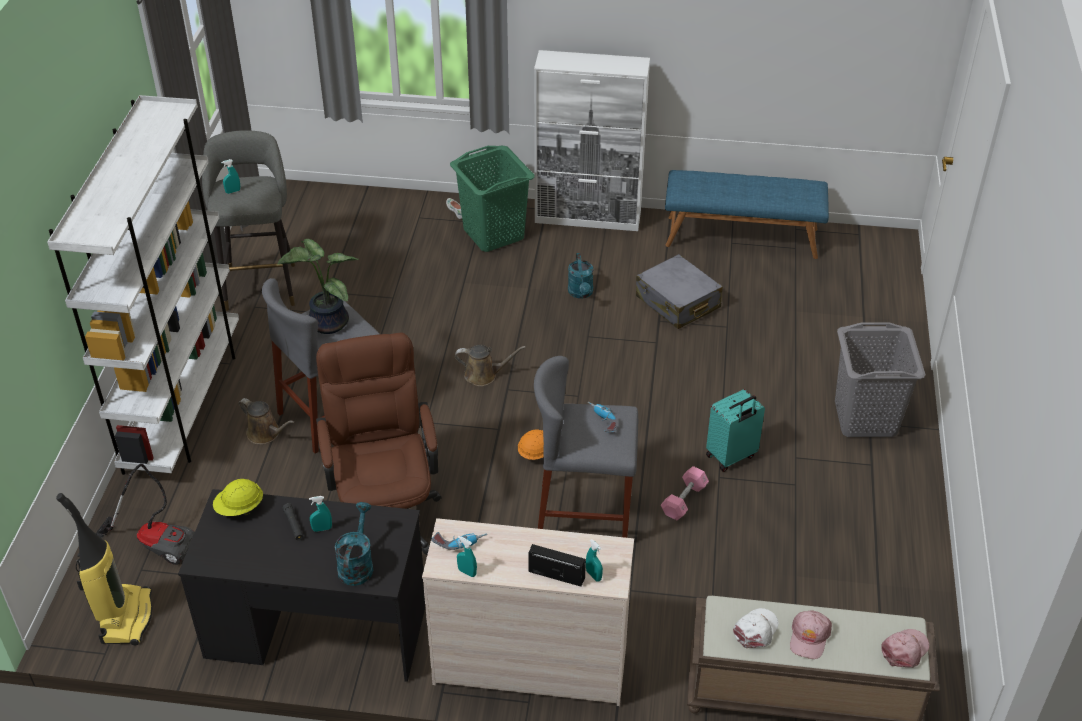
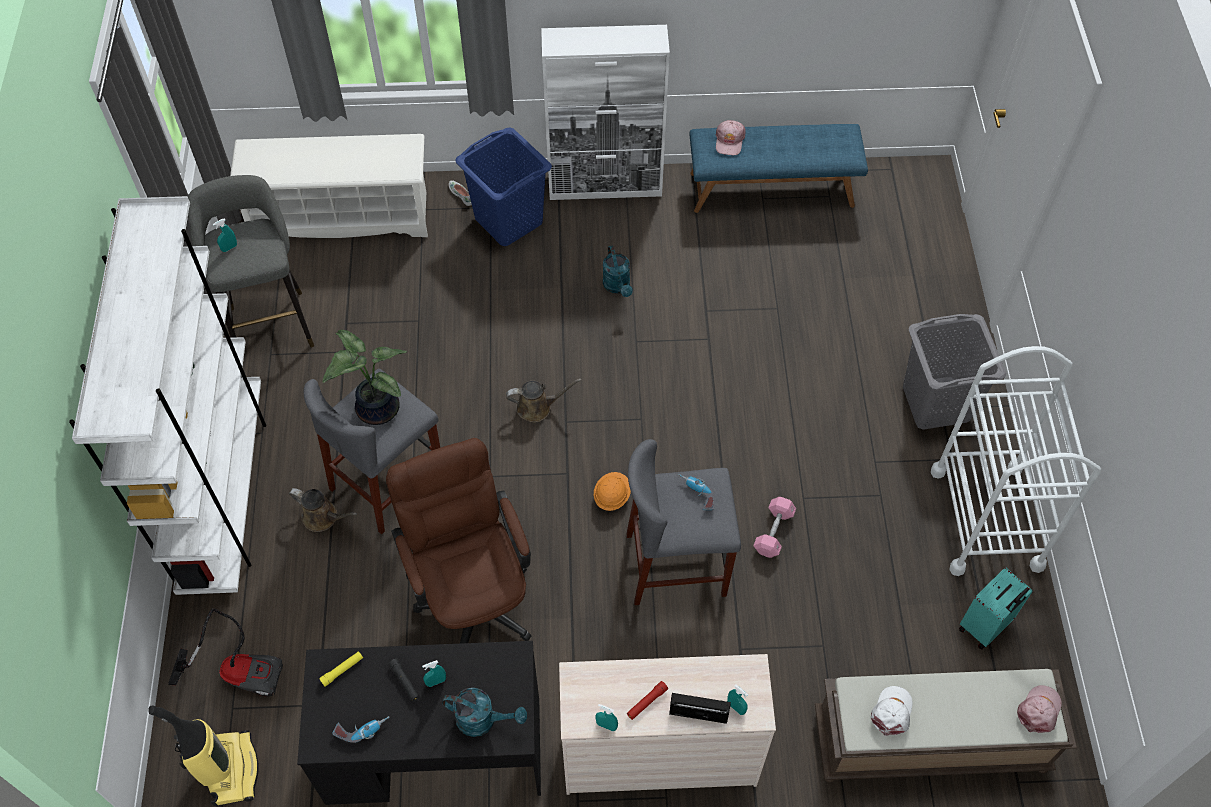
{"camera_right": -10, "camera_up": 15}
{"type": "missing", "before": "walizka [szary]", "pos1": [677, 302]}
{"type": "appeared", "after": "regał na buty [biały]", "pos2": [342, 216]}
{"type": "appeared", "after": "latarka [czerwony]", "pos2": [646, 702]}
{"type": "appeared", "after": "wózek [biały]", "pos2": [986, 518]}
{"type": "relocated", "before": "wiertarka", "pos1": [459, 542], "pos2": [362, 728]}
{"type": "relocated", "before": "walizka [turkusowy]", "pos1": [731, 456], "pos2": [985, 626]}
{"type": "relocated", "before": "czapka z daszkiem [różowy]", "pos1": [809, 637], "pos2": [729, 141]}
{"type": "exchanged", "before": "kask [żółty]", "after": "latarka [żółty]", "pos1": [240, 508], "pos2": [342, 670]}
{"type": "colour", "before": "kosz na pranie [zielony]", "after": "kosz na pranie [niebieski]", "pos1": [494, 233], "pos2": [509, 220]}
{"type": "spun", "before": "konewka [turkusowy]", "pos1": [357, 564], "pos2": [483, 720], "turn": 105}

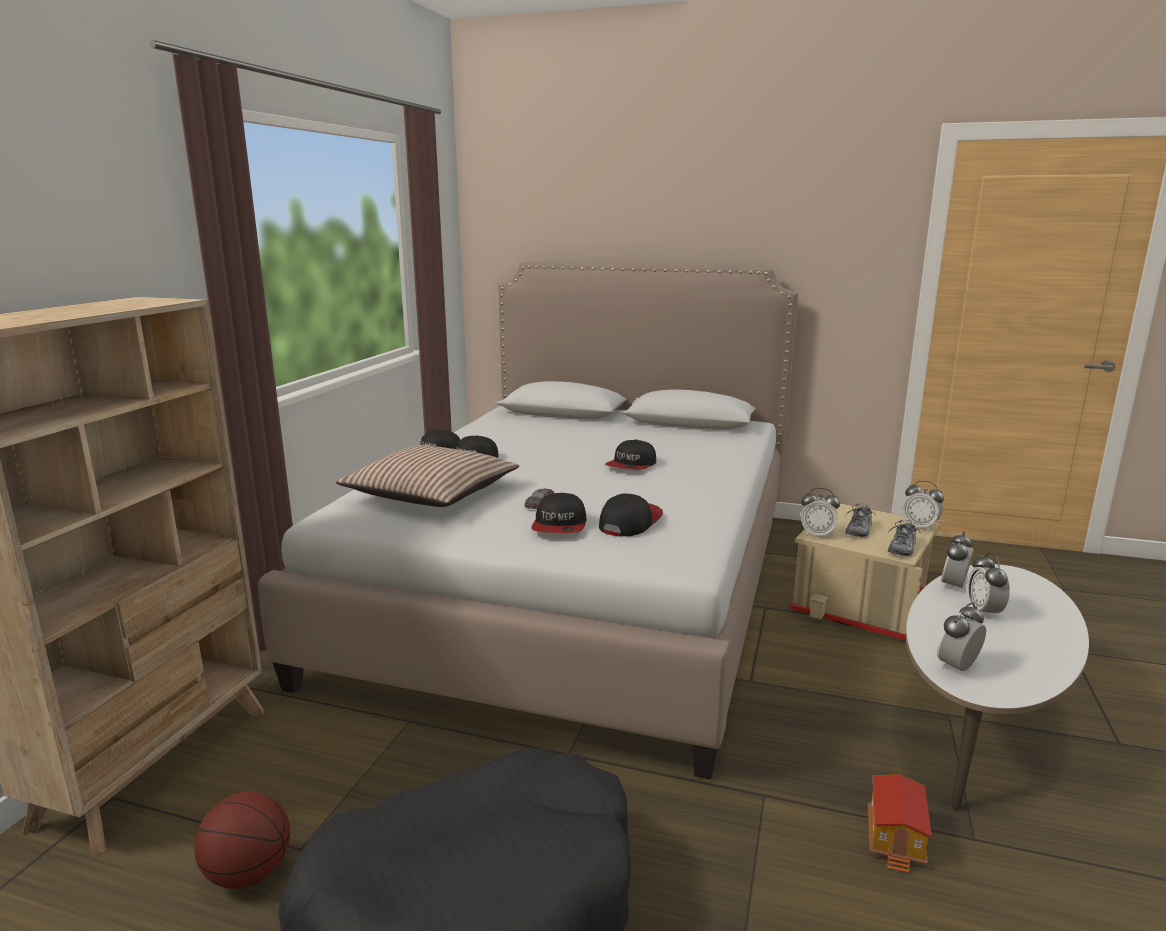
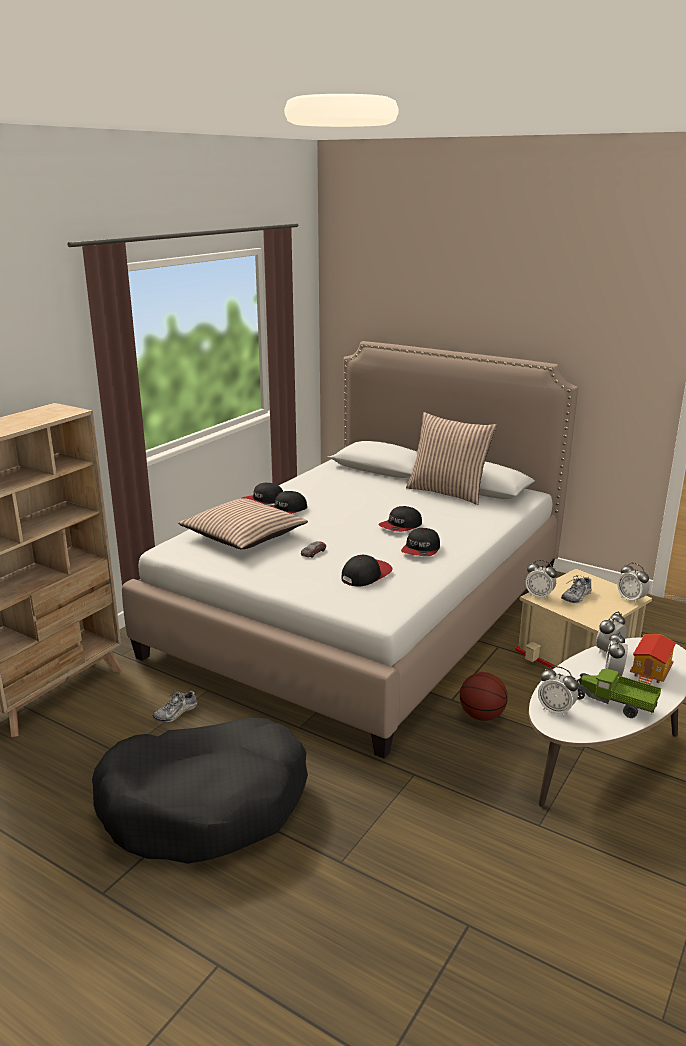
{"camera_right": 15, "camera_up": 5}
{"type": "appeared", "after": "poduszka", "pos2": [448, 492]}
{"type": "appeared", "after": "ciężarówka zabawkowa", "pos2": [613, 703]}
{"type": "relocated", "before": "piłka do koszykówki", "pos1": [249, 873], "pos2": [482, 716]}
{"type": "relocated", "before": "czapka z daszkiem", "pos1": [560, 525], "pos2": [421, 550]}
{"type": "relocated", "before": "domek", "pos1": [896, 840], "pos2": [651, 671]}
{"type": "relocated", "before": "but", "pos1": [902, 548], "pos2": [176, 713]}
{"type": "spun", "before": "budzik", "pos1": [957, 667], "pos2": [555, 710], "turn": -120}

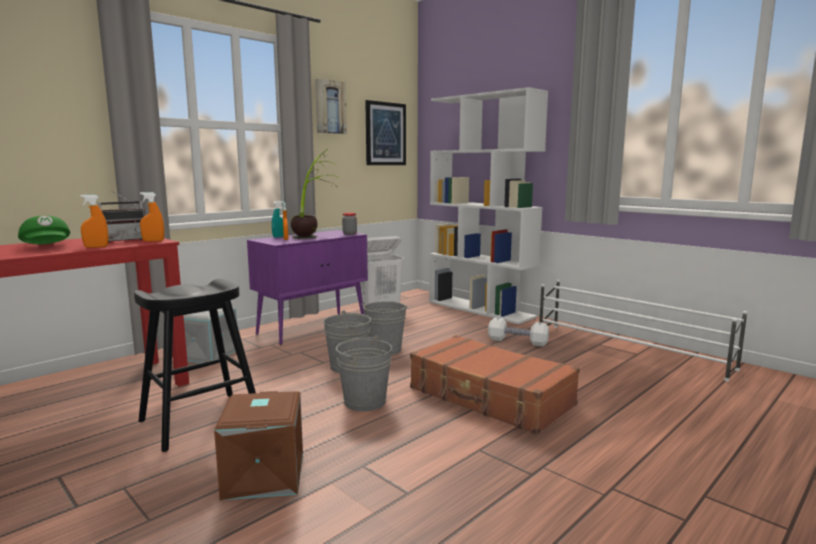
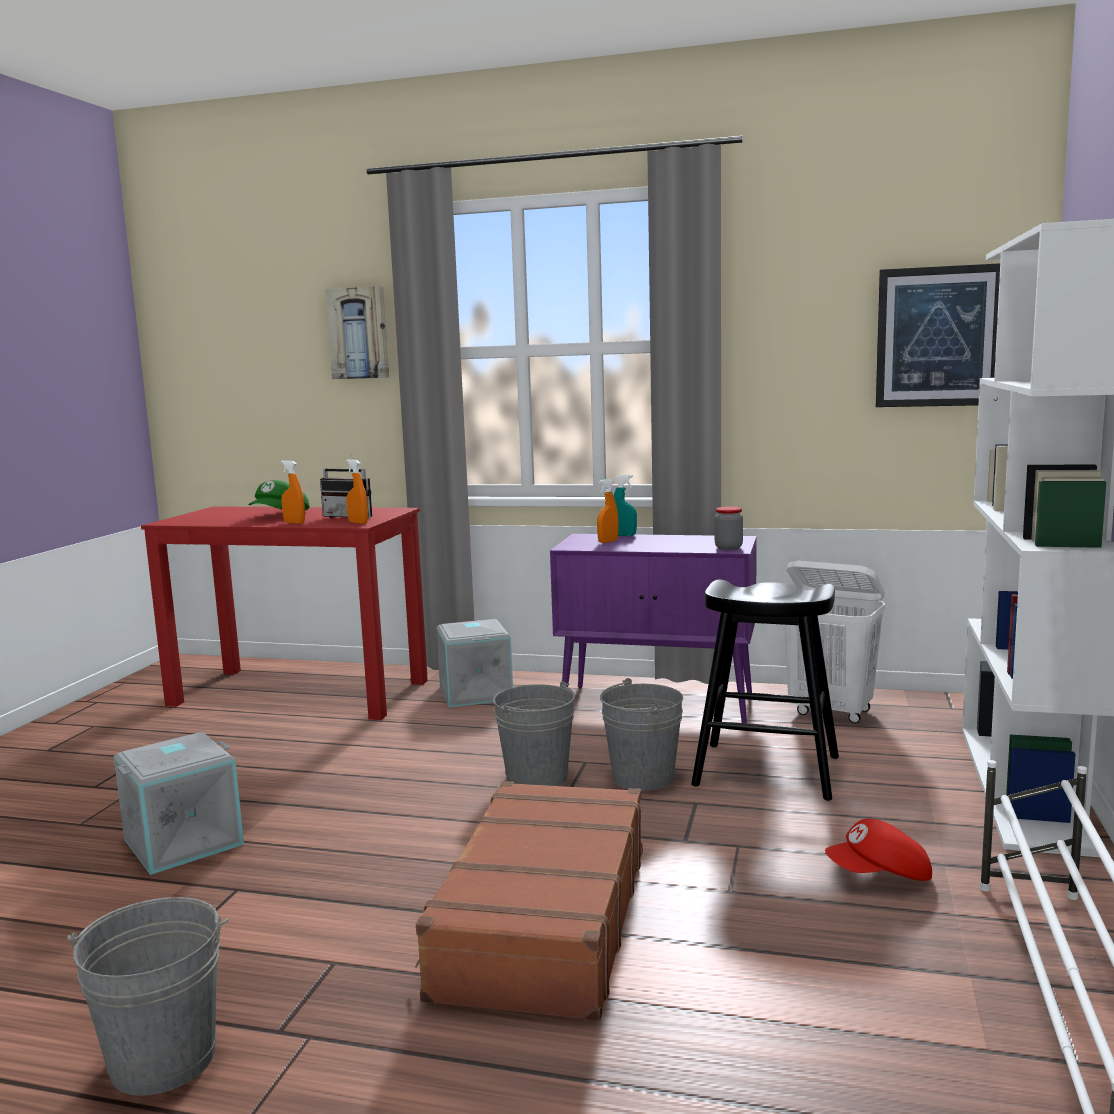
{"camera_right": 60, "camera_up": 0}
{"type": "missing", "before": "roślina doniczkowa", "pos1": [314, 235]}
{"type": "relocated", "before": "stołek [czarny]", "pos1": [201, 420], "pos2": [767, 771]}
{"type": "relocated", "before": "obraz", "pos1": [329, 107], "pos2": [359, 333]}
{"type": "relocated", "before": "wiadro [szary]", "pos1": [365, 401], "pos2": [163, 1059]}
{"type": "exchanged", "before": "hantel [biały]", "after": "czapka z daszkiem [czerwony]", "pos1": [517, 341], "pos2": [880, 876]}
{"type": "colour", "before": "pojemnik do przechowywania [brązowy]", "after": "pojemnik do przechowywania [szary]", "pos1": [262, 475], "pos2": [183, 841]}

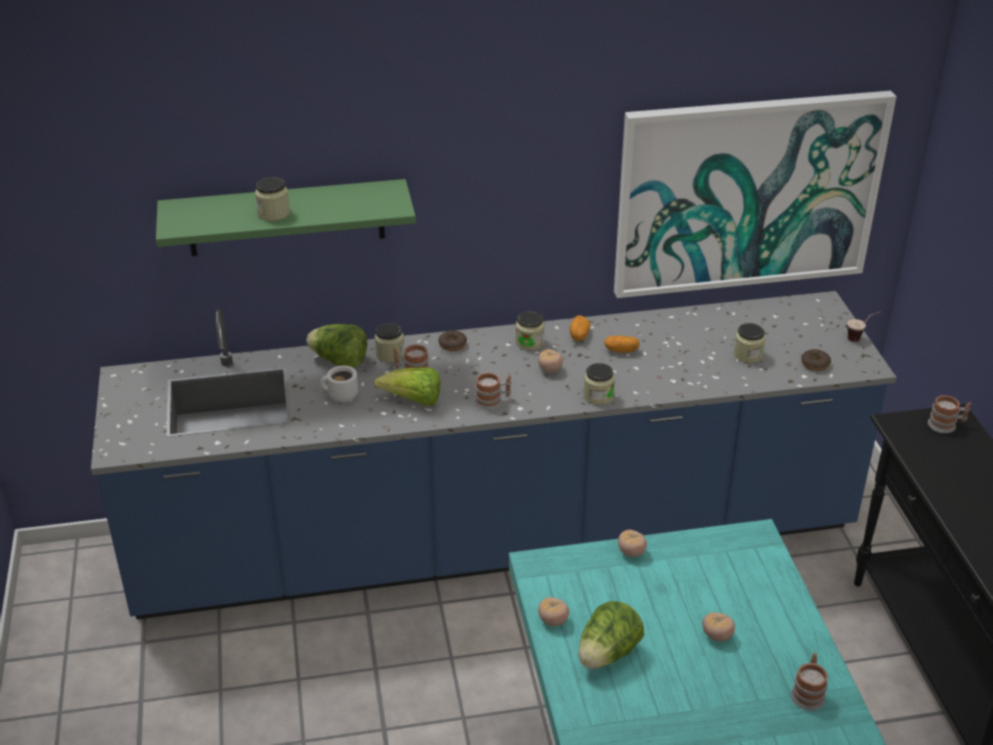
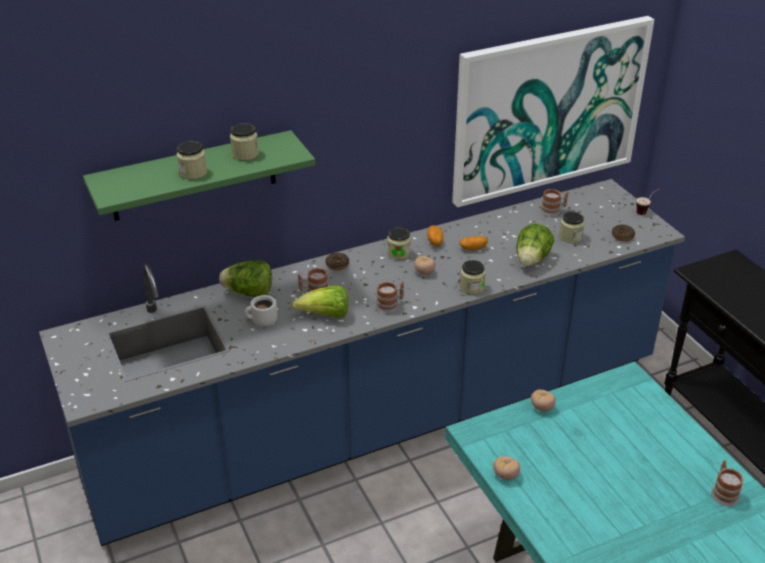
{"camera_right": -15, "camera_up": 0}
{"type": "missing", "before": "pomidor", "pos1": [717, 635]}
{"type": "relocated", "before": "słoik", "pos1": [390, 355], "pos2": [245, 154]}
{"type": "relocated", "before": "sałata", "pos1": [607, 654], "pos2": [532, 260]}
{"type": "relocated", "before": "kubek", "pos1": [946, 425], "pos2": [553, 211]}

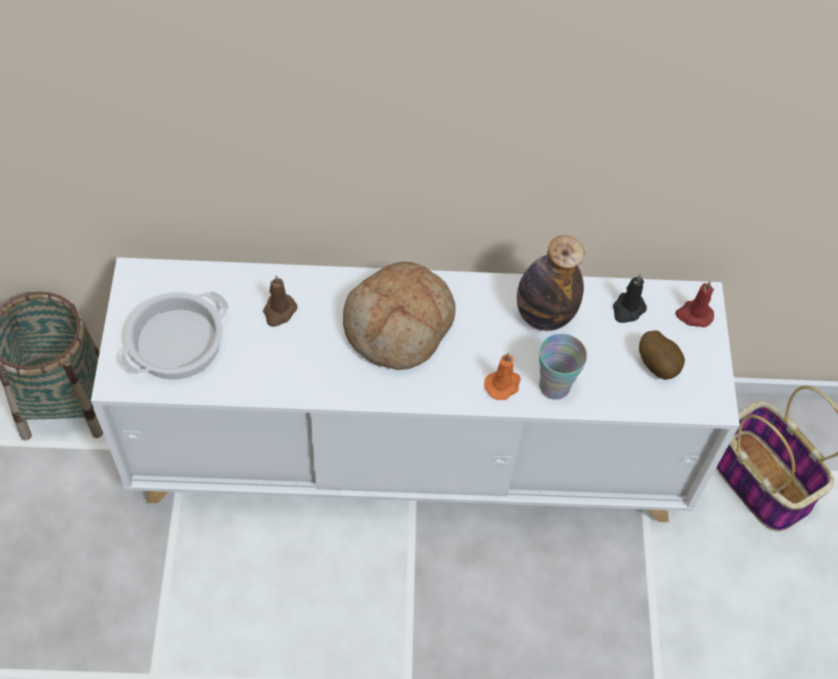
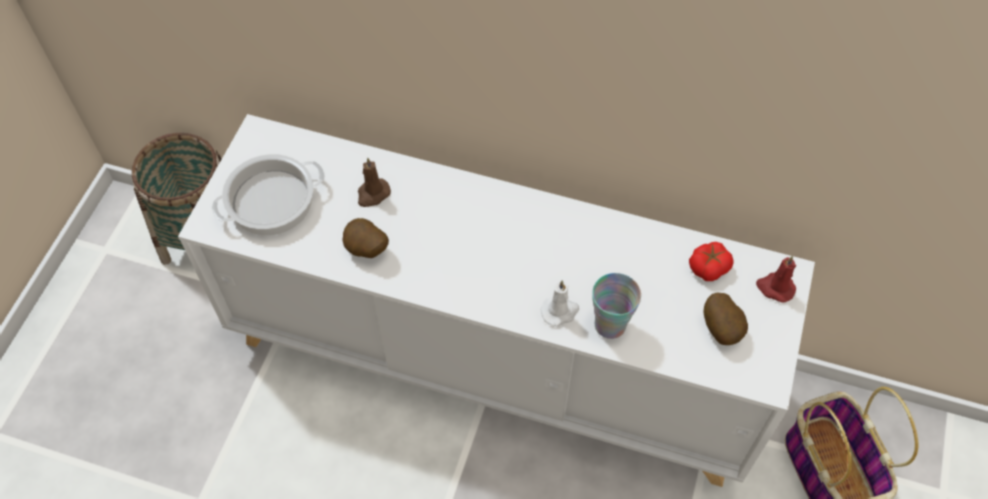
{"camera_right": 20, "camera_up": 0}
{"type": "missing", "before": "chleb", "pos1": [399, 325]}
{"type": "missing", "before": "butelka", "pos1": [544, 314]}
{"type": "appeared", "after": "ziemniak", "pos2": [366, 250]}
{"type": "exchanged", "before": "świeca [czarny]", "after": "pomidor", "pos1": [627, 309], "pos2": [708, 267]}
{"type": "colour", "before": "świeca [pomarańczowy]", "after": "świeca [biały]", "pos1": [503, 384], "pos2": [560, 311]}

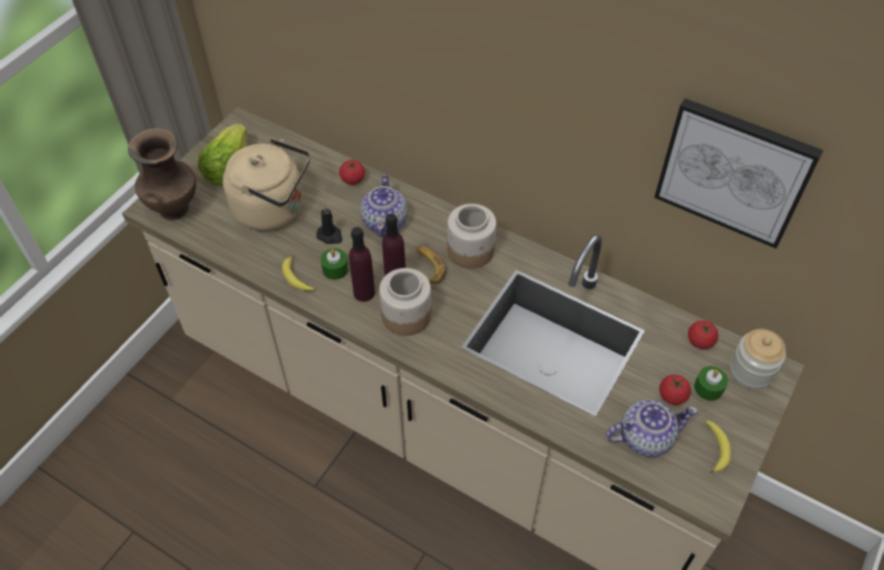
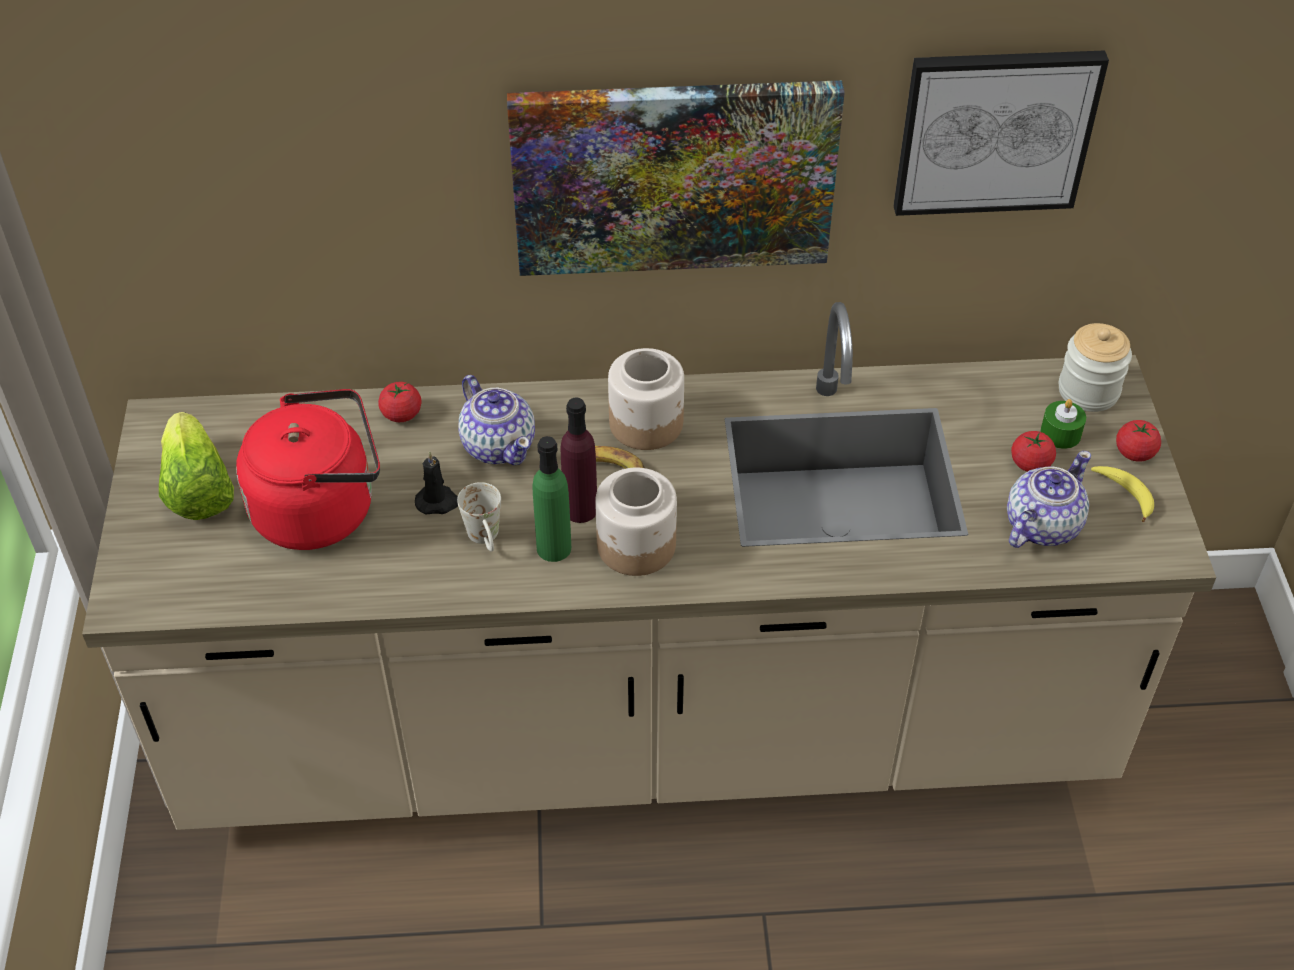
{"camera_right": -35, "camera_up": -5}
{"type": "missing", "before": "wazon [brązowy]", "pos1": [174, 208]}
{"type": "missing", "before": "banan", "pos1": [296, 278]}
{"type": "appeared", "after": "obraz", "pos2": [673, 175]}
{"type": "relocated", "before": "pomidor", "pos1": [700, 341], "pos2": [1134, 453]}
{"type": "exchanged", "before": "świeca [zielony]", "after": "kubek [biały]", "pos1": [335, 269], "pos2": [486, 540]}
{"type": "colour", "before": "czajnik [beżowy]", "after": "czajnik [czerwony]", "pos1": [274, 209], "pos2": [322, 509]}
{"type": "colour", "before": "butelka [fioletowy]", "after": "butelka [zielony]", "pos1": [364, 292], "pos2": [554, 548]}

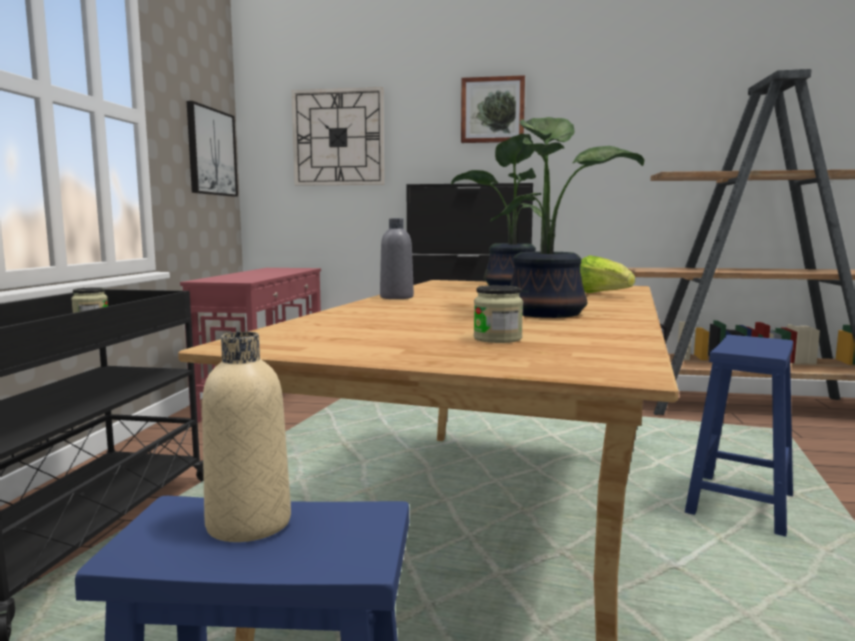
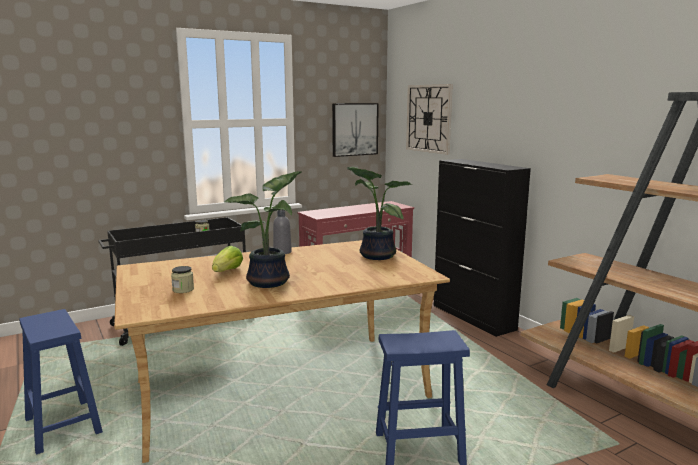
{"camera_right": 50, "camera_up": 5}
{"type": "missing", "before": "butelka [beżowy]", "pos1": [249, 523]}
{"type": "missing", "before": "obraz", "pos1": [492, 110]}
{"type": "relocated", "before": "sałata", "pos1": [600, 294], "pos2": [227, 271]}

